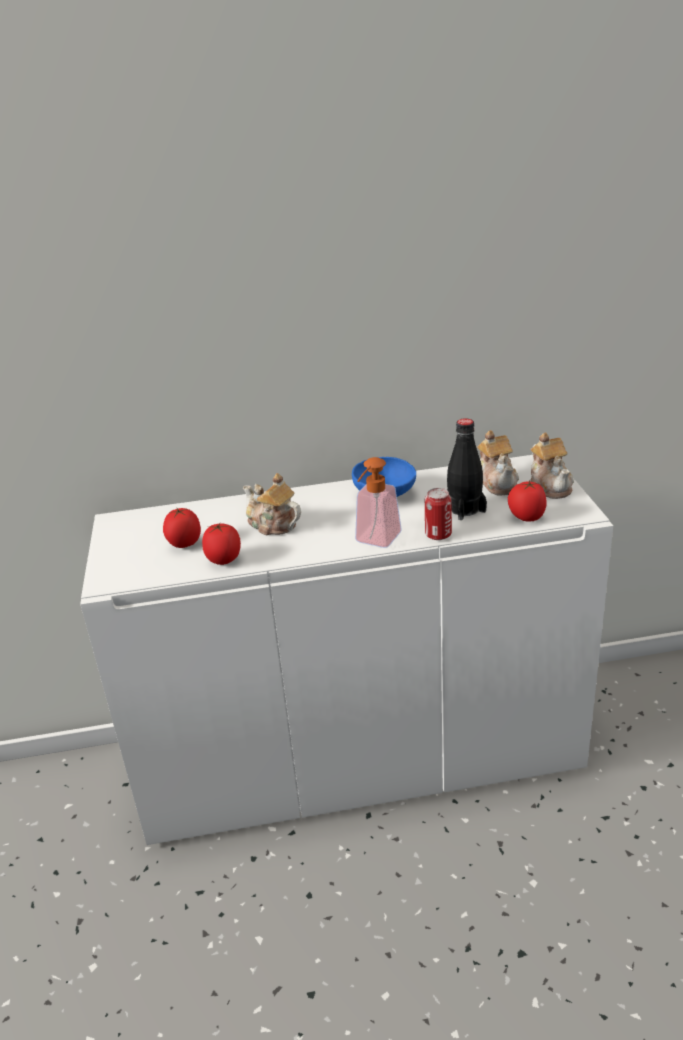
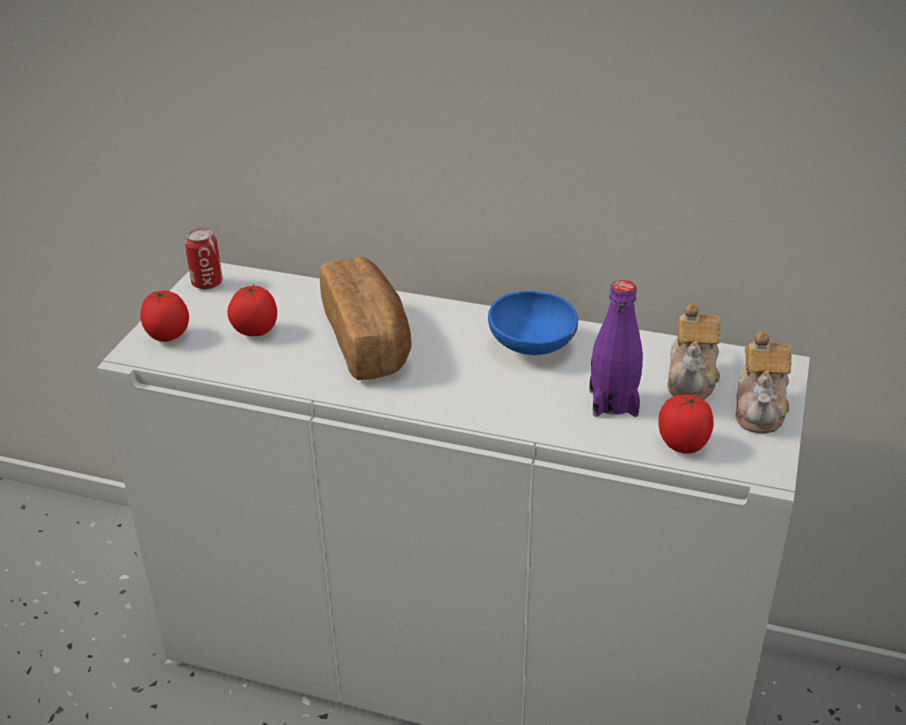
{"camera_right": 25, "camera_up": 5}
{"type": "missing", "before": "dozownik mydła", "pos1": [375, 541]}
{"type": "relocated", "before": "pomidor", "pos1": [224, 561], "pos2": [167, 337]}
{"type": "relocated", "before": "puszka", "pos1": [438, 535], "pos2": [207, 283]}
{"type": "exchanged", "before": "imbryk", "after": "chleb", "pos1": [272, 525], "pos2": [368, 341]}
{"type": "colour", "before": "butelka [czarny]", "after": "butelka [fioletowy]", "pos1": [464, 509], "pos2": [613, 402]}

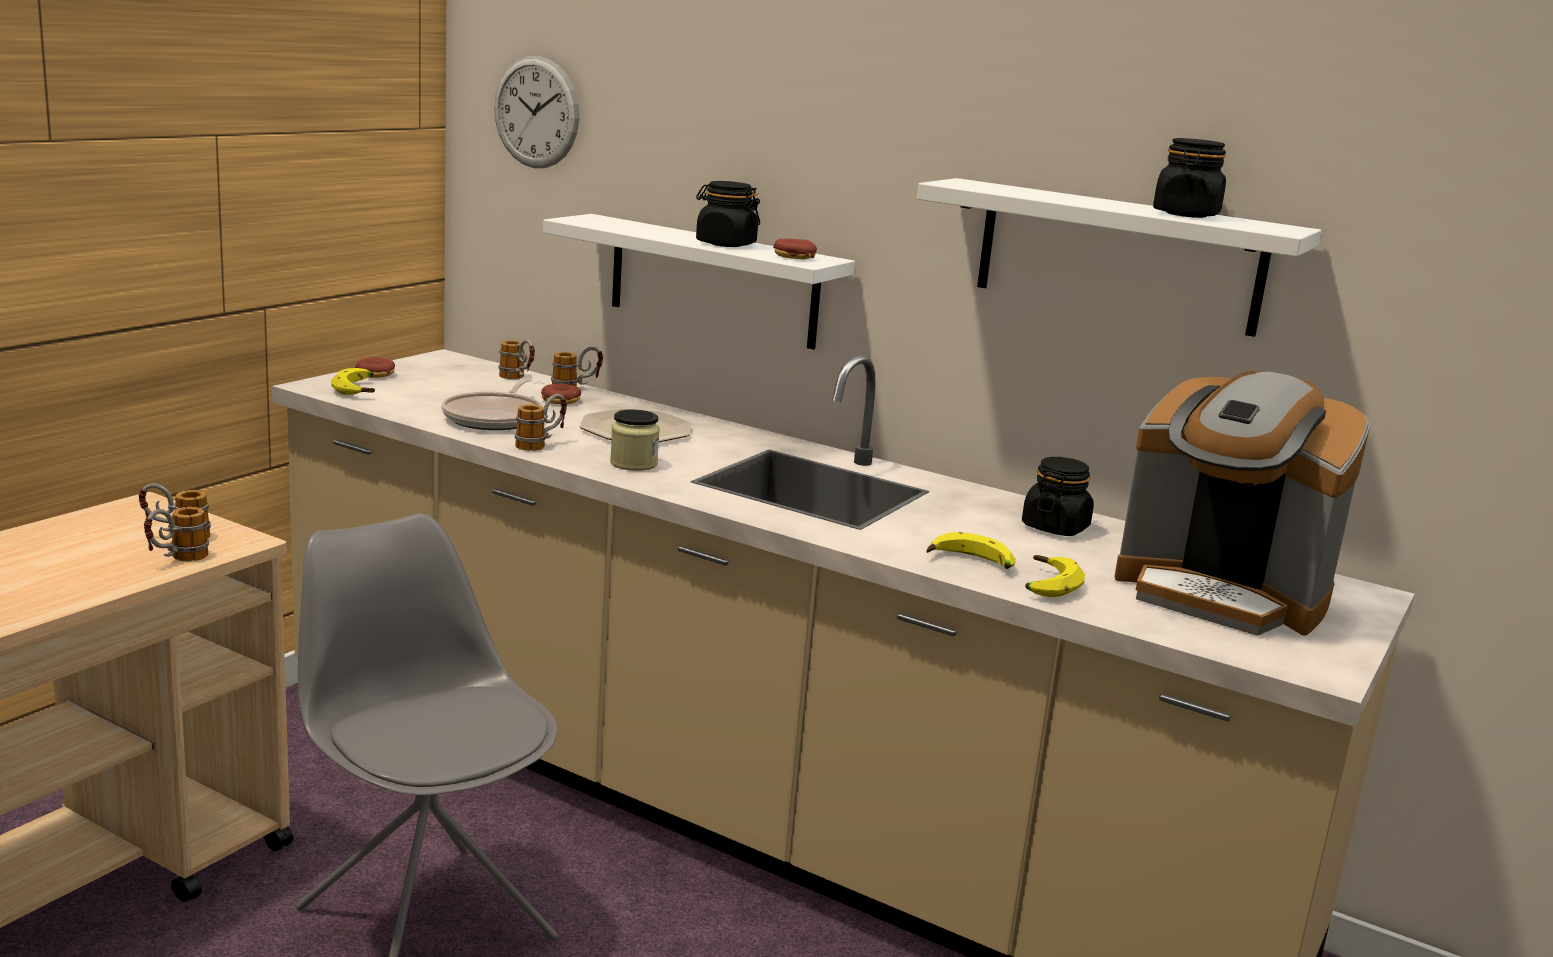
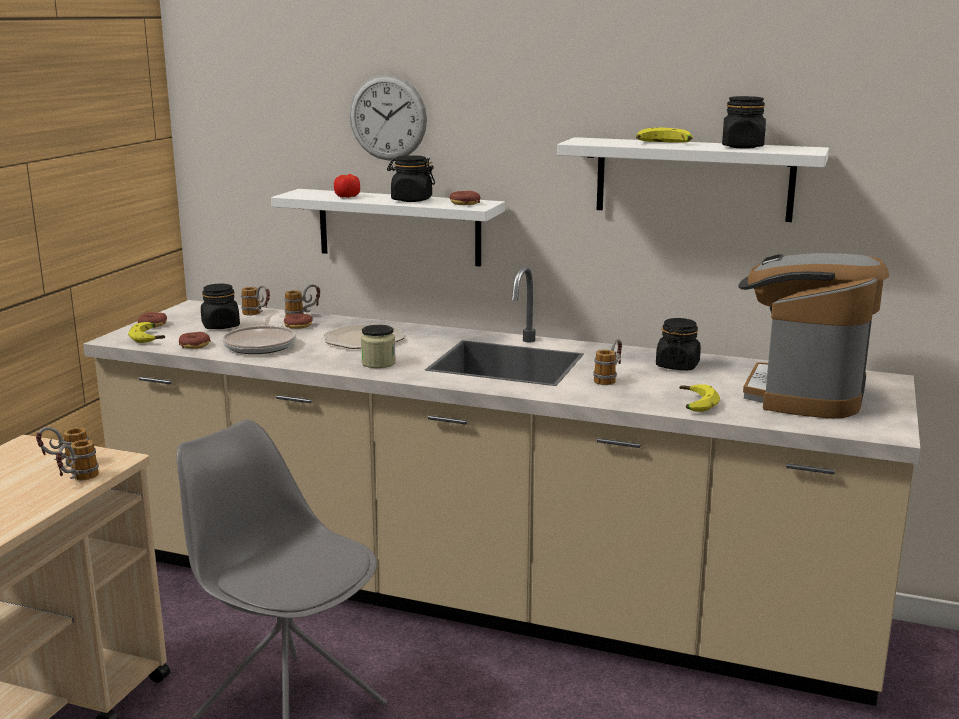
{"camera_right": -10, "camera_up": 0}
{"type": "appeared", "after": "donut", "pos2": [194, 345]}
{"type": "appeared", "after": "słoik [czarny]", "pos2": [221, 326]}
{"type": "appeared", "after": "pomidor", "pos2": [347, 196]}
{"type": "relocated", "before": "zegar ścienny", "pos1": [536, 112], "pos2": [388, 117]}
{"type": "relocated", "before": "kubek", "pos1": [541, 444], "pos2": [609, 378]}
{"type": "relocated", "before": "banan", "pos1": [969, 564], "pos2": [663, 144]}
{"type": "spun", "before": "ekspres do kawy", "pos1": [1222, 595], "pos2": [803, 394], "turn": 90}

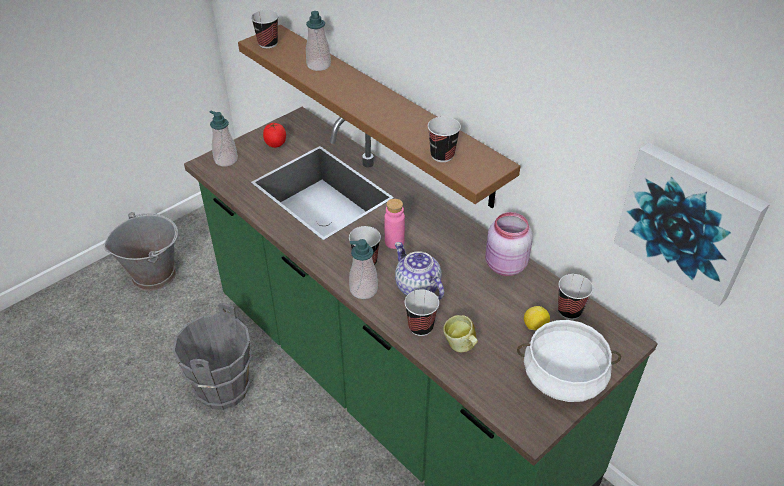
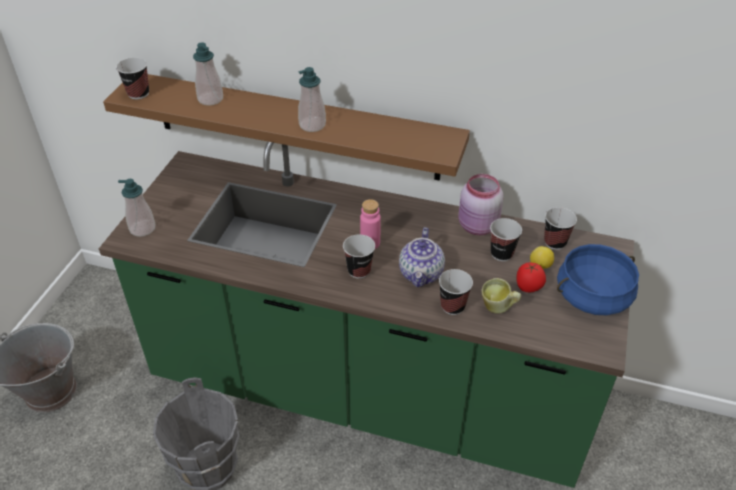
{"camera_right": -30, "camera_up": 0}
{"type": "missing", "before": "obraz", "pos1": [688, 221]}
{"type": "relocated", "before": "pomidor", "pos1": [276, 145], "pos2": [528, 287]}
{"type": "relocated", "before": "dozownik mydła", "pos1": [363, 290], "pos2": [312, 125]}
{"type": "relocated", "before": "filiżanka", "pos1": [442, 155], "pos2": [501, 253]}
{"type": "colour", "before": "garnek [biały]", "after": "garnek [niebieski]", "pos1": [564, 376], "pos2": [592, 296]}
{"type": "spun", "before": "imbryk", "pos1": [416, 287], "pos2": [421, 274], "turn": -105}

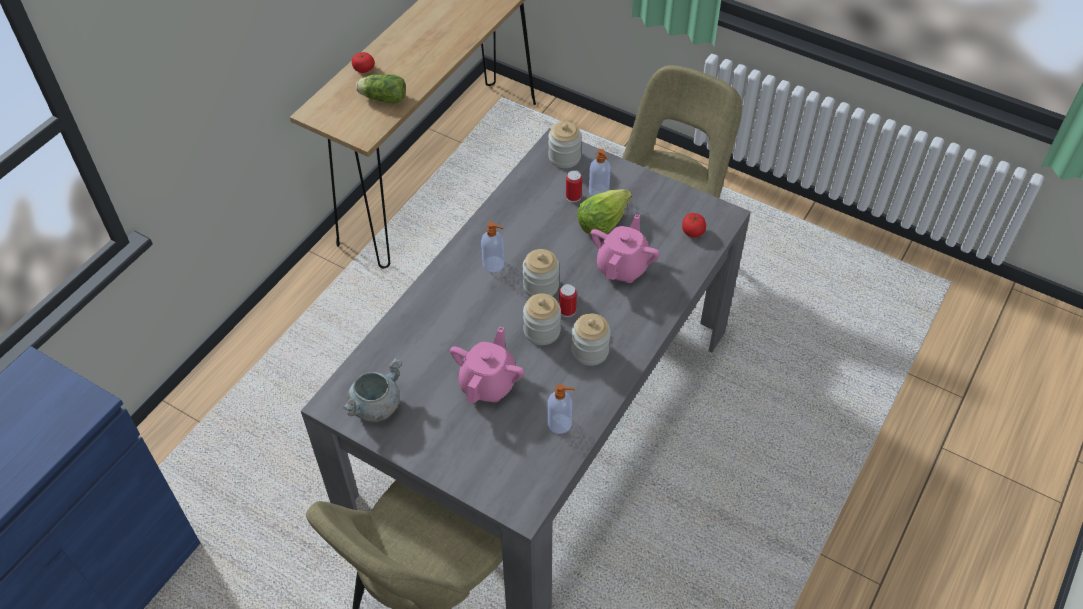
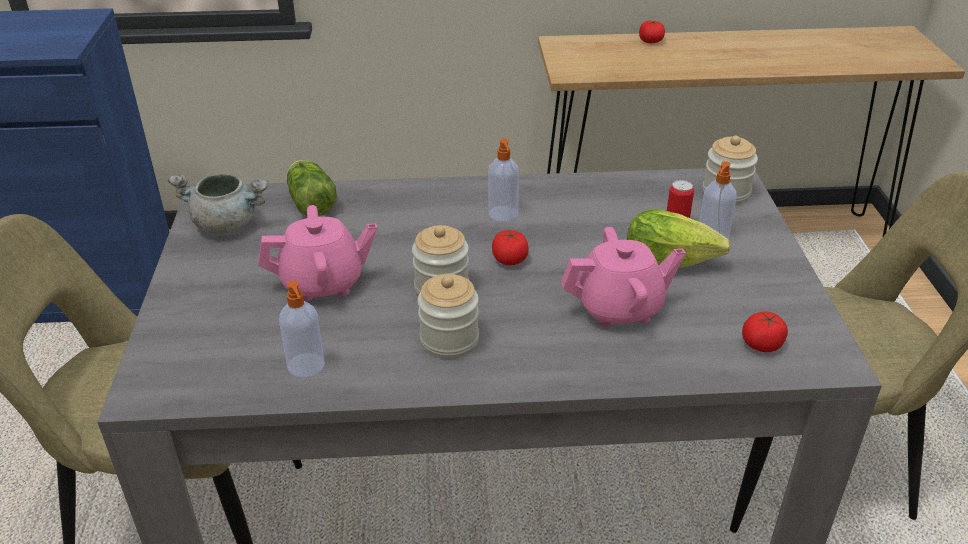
{"camera_right": 55, "camera_up": -15}
{"type": "missing", "before": "puszka", "pos1": [567, 310]}
{"type": "relocated", "before": "sałata", "pos1": [382, 98], "pos2": [311, 202]}
{"type": "exchanged", "before": "słoik", "after": "pomidor", "pos1": [541, 286], "pos2": [510, 259]}

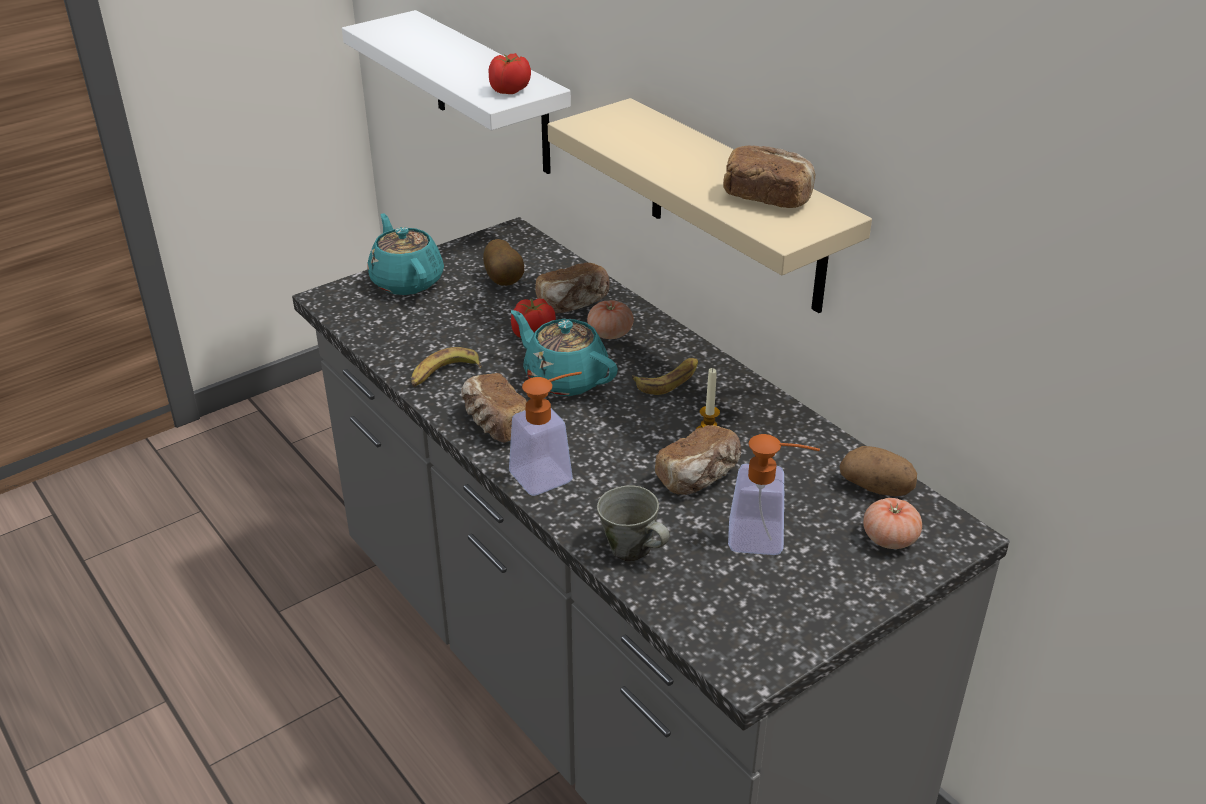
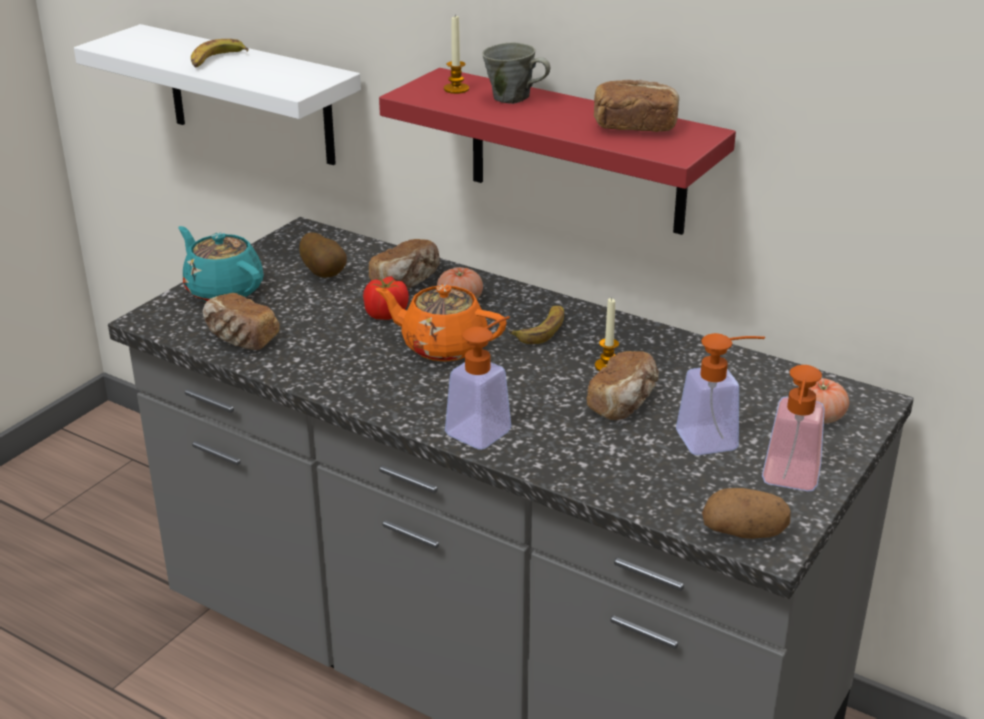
{"camera_right": -20, "camera_up": -5}
{"type": "missing", "before": "pomidor", "pos1": [509, 90]}
{"type": "appeared", "after": "świeca", "pos2": [456, 89]}
{"type": "appeared", "after": "dozownik mydła", "pos2": [789, 482]}
{"type": "relocated", "before": "banan", "pos1": [444, 374], "pos2": [216, 60]}
{"type": "relocated", "before": "chleb", "pos1": [494, 424], "pos2": [240, 339]}
{"type": "relocated", "before": "kubek [szary]", "pos1": [632, 549], "pos2": [513, 98]}
{"type": "relocated", "before": "ziemniak", "pos1": [876, 487], "pos2": [744, 532]}
{"type": "colour", "before": "imbryk [turkusowy]", "after": "imbryk [pomarańczowy]", "pos1": [564, 378], "pos2": [442, 346]}
{"type": "colour", "before": "półka [beżowy]", "after": "półka [czerwony]", "pos1": [736, 207], "pos2": [577, 152]}

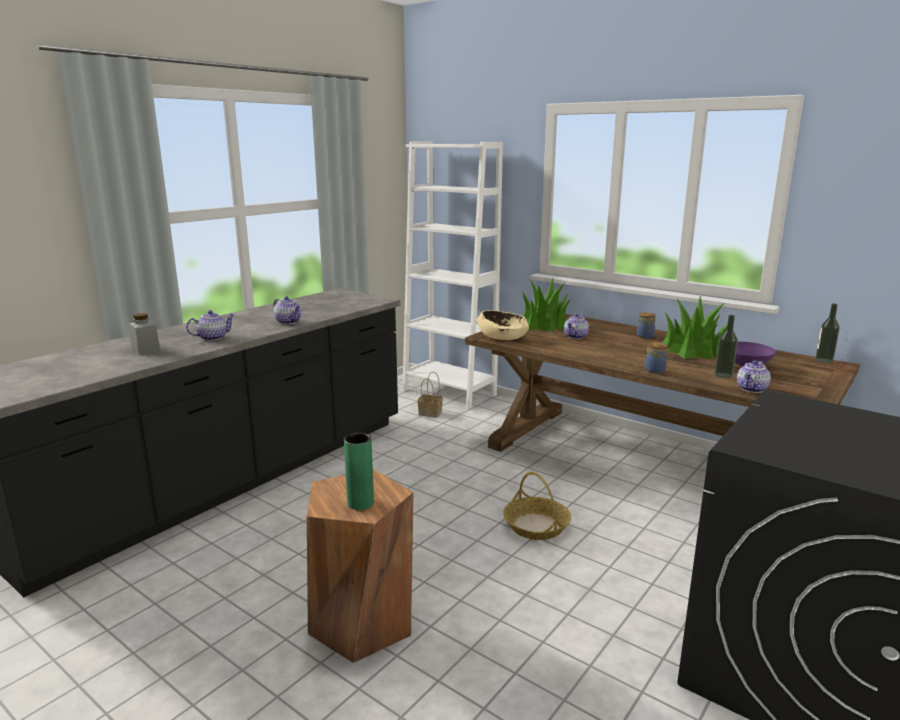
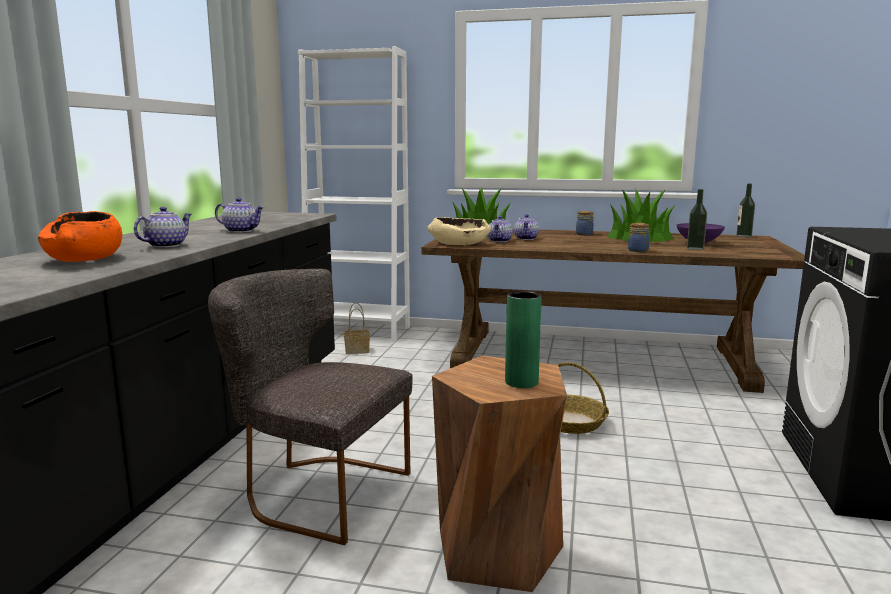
{"camera_right": -25, "camera_up": -5}
{"type": "appeared", "after": "krzesło [szary]", "pos2": [316, 492]}
{"type": "relocated", "before": "imbryk", "pos1": [752, 389], "pos2": [500, 241]}
{"type": "exchanged", "before": "słoik [szary]", "after": "miska [pomarańczowy]", "pos1": [146, 349], "pos2": [85, 259]}

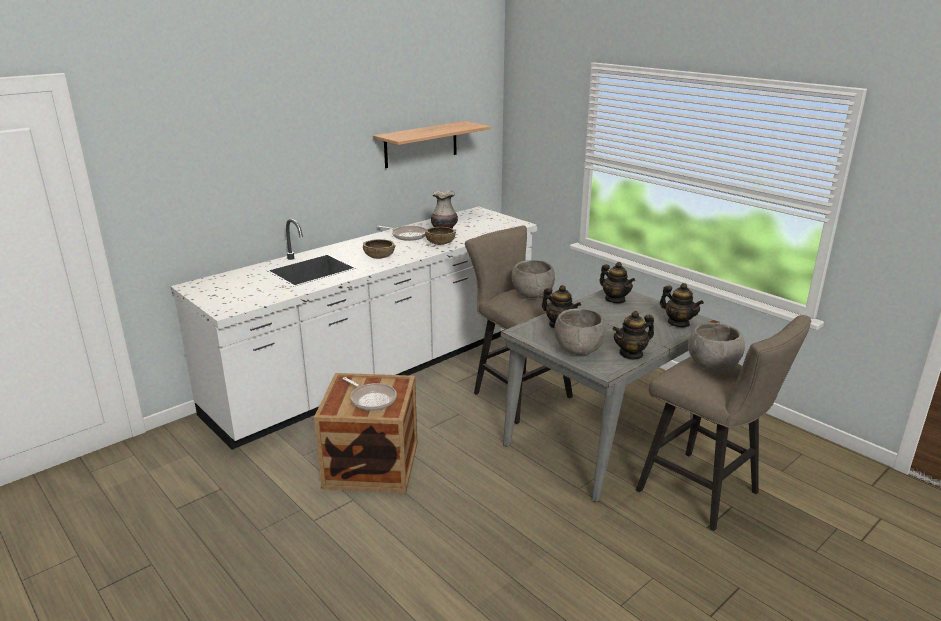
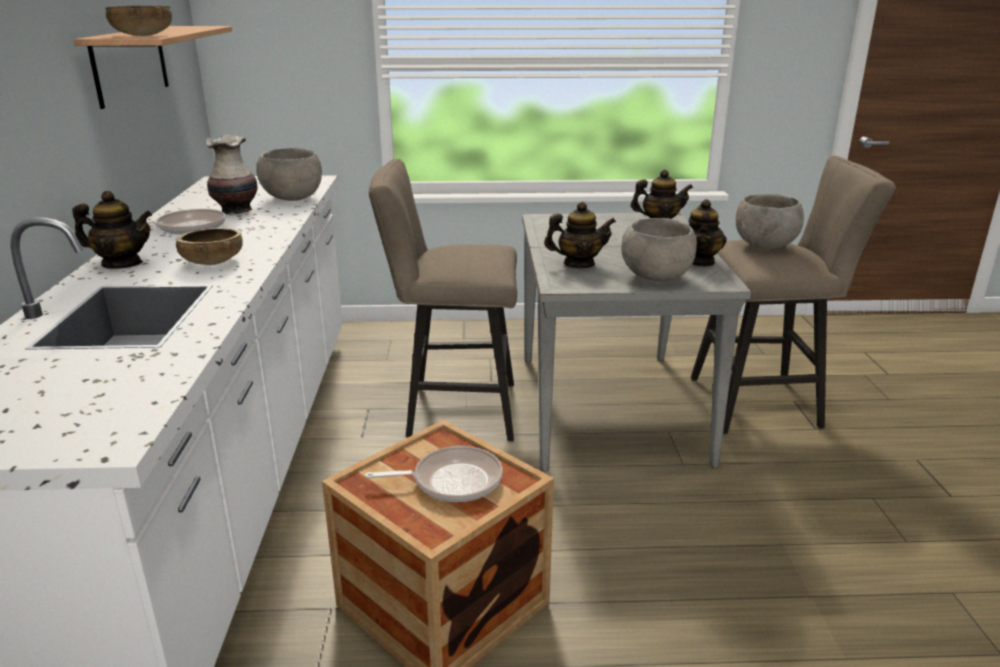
{"camera_right": -50, "camera_up": 0}
{"type": "relocated", "before": "miska [brązowy]", "pos1": [440, 243], "pos2": [143, 35]}
{"type": "relocated", "before": "miska [szary]", "pos1": [532, 295], "pos2": [292, 199]}
{"type": "relocated", "before": "imbryk", "pos1": [615, 300], "pos2": [122, 264]}

